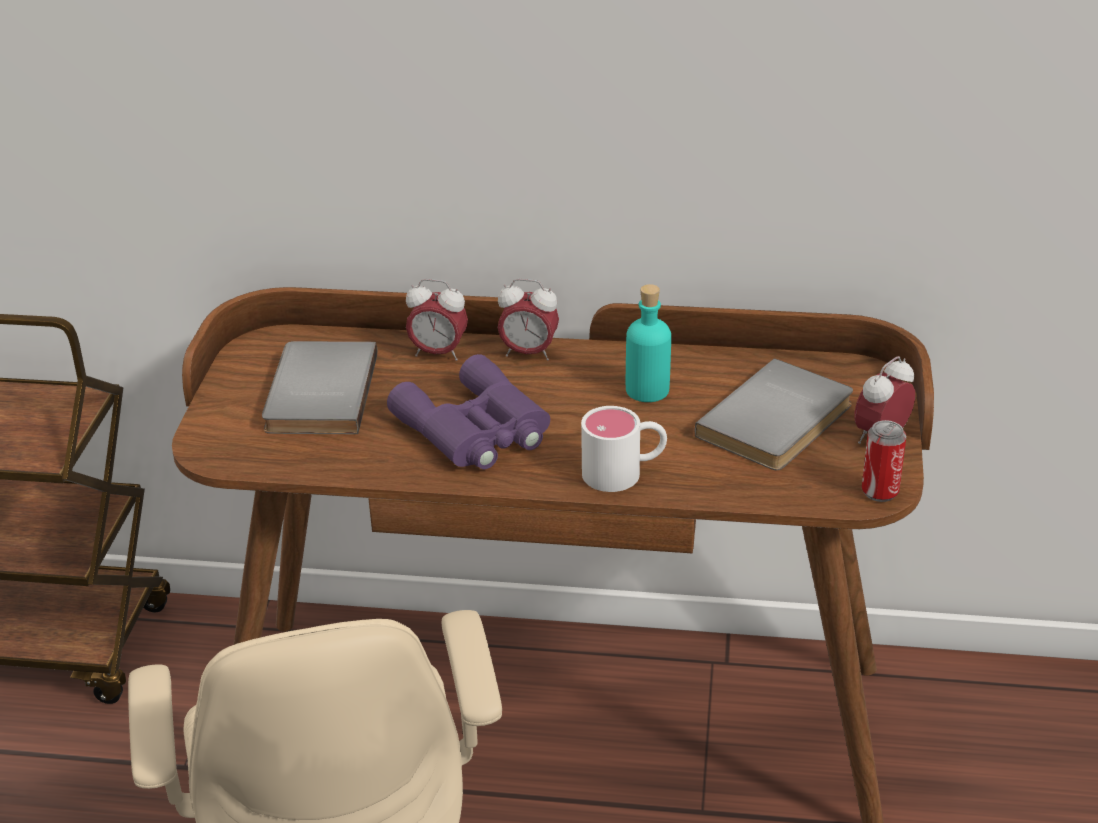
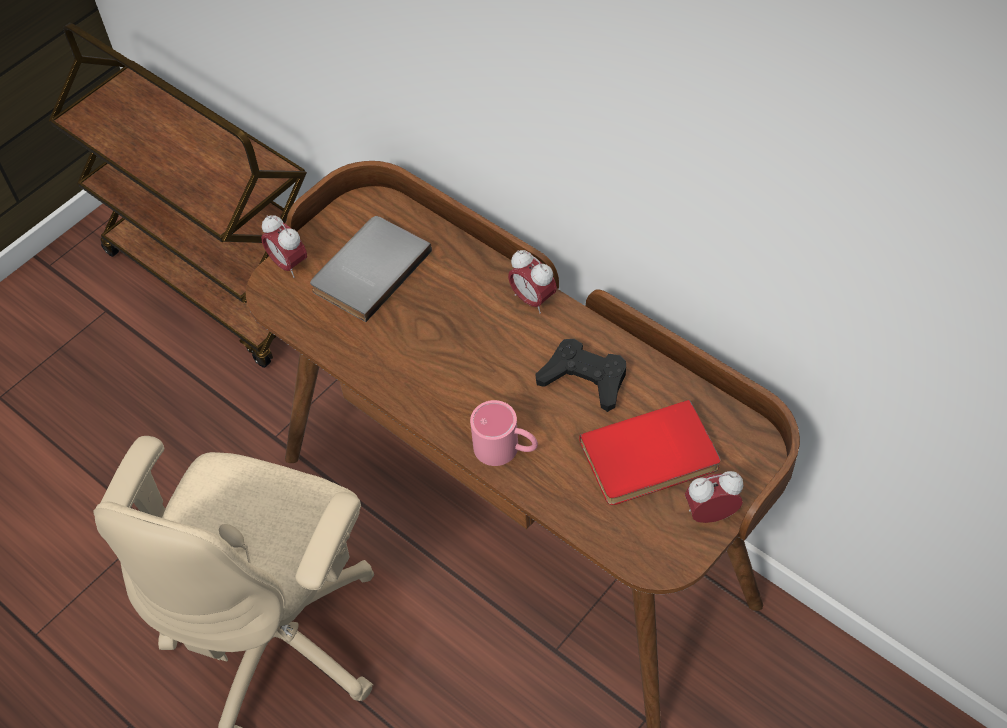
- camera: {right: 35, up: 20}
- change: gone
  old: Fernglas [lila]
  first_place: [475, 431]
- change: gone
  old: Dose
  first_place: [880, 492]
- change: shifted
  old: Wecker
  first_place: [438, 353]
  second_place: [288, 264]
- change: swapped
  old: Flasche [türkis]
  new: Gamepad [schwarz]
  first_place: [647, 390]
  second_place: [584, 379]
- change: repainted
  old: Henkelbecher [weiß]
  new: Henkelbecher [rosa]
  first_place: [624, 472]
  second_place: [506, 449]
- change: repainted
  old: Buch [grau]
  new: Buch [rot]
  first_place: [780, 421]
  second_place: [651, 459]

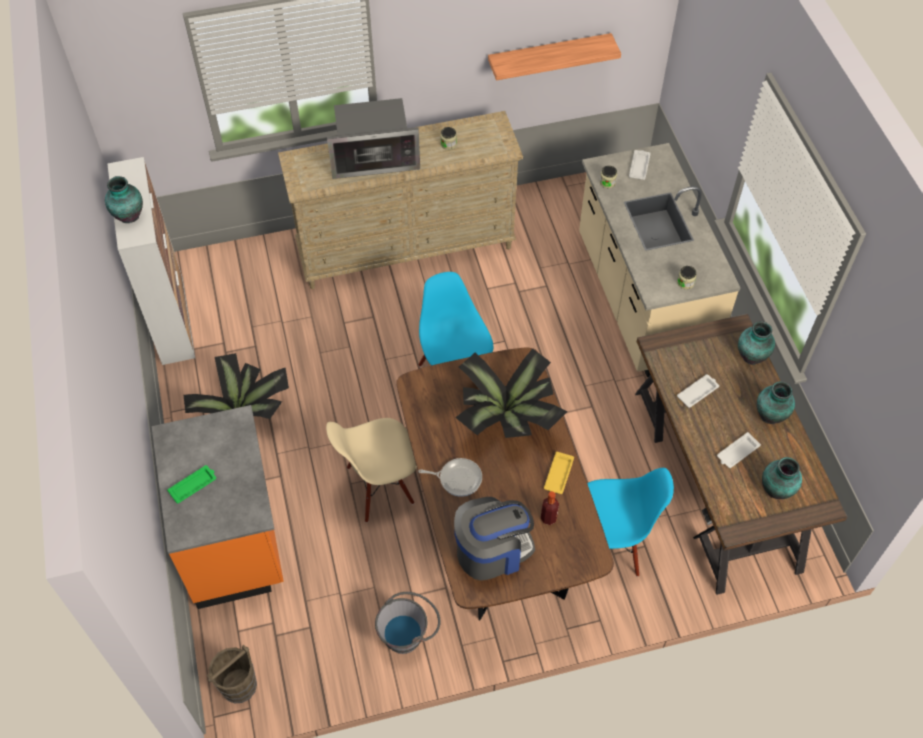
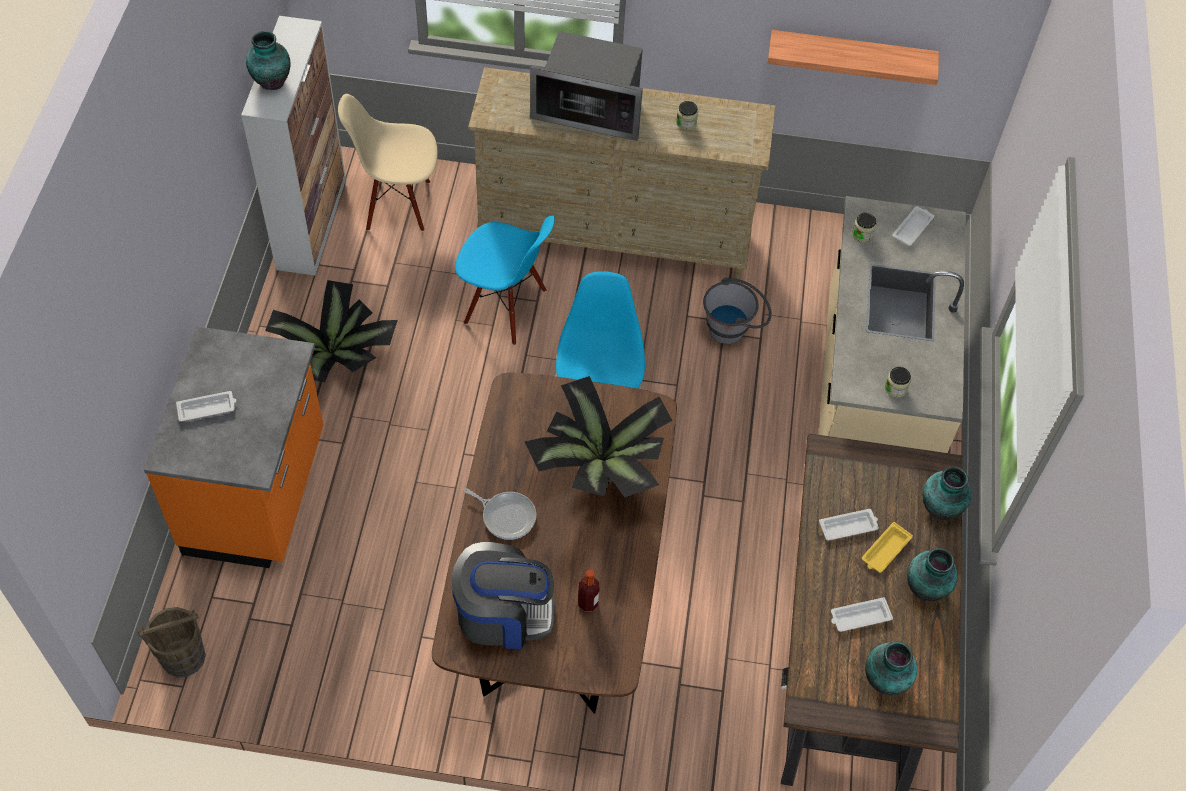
- camera: {right: 20, up: 0}
- change: shifted
  old: Stuhl [beige]
  first_place: [379, 487]
  second_place: [398, 204]
- change: shifted
  old: Eimer [grau]
  first_place: [409, 633]
  second_place: [733, 328]
- change: shifted
  old: Tablett [gelb]
  first_place: [558, 475]
  second_place: [885, 550]
- change: shifted
  old: Stuhl [blau]
  first_place: [611, 545]
  second_place: [505, 308]
- change: repainted
  old: Tablett [grün]
  new: Tablett [weiß]
  first_place: [193, 485]
  second_place: [207, 408]

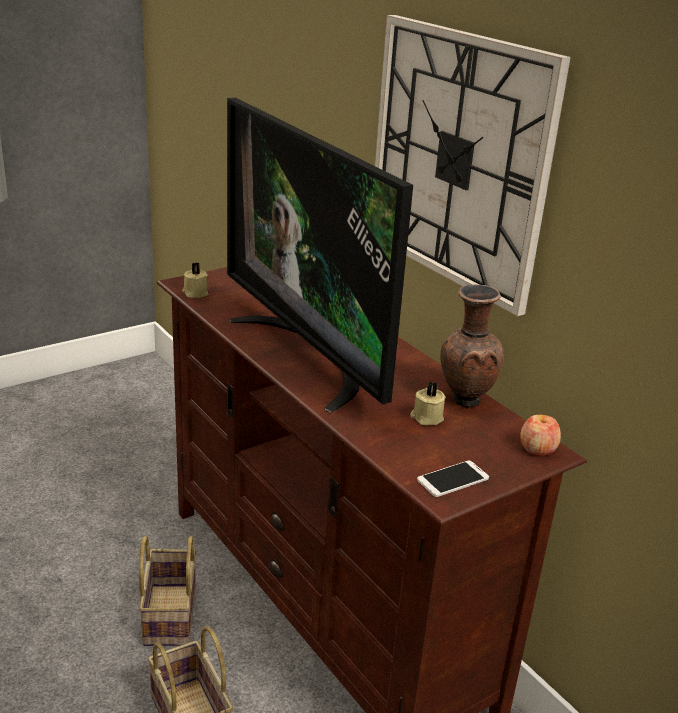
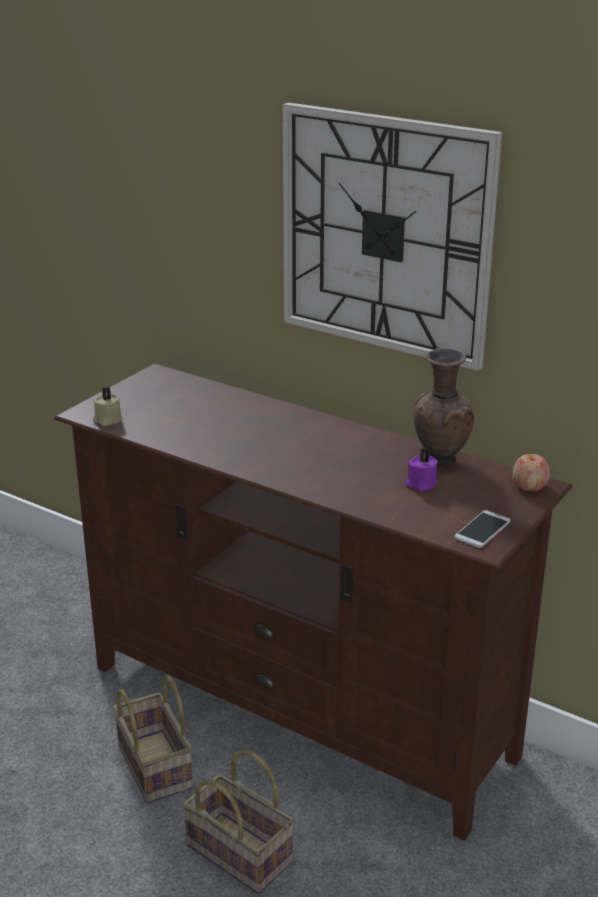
- camera: {right: -20, up: 0}
- change: gone
  old: Fernseher
  first_place: [309, 355]
- change: repainted
  old: Kerze [beige]
  new: Kerze [lila]
  first_place: [426, 418]
  second_place: [420, 484]

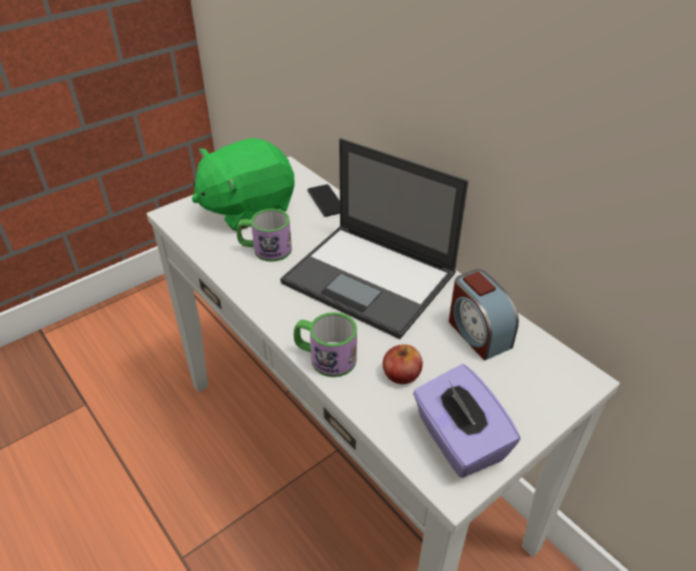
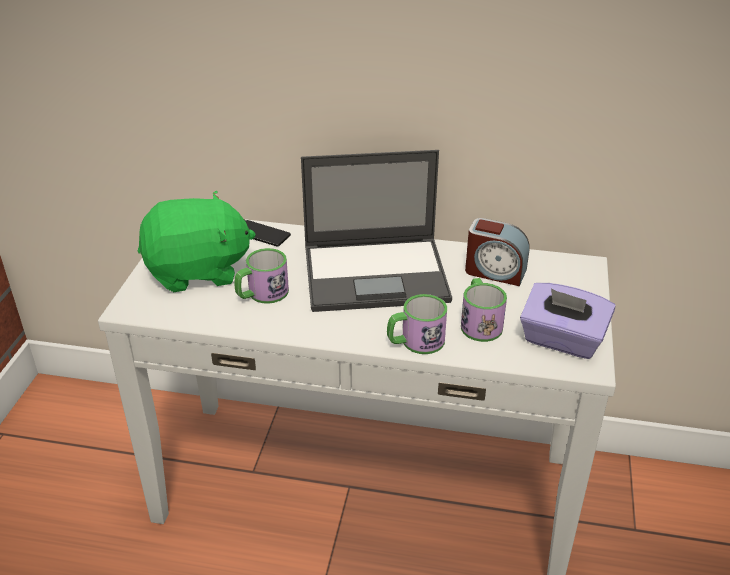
- camera: {right: -40, up: -5}
- change: swapped
  old: Apfel
  new: Henkelbecher
  first_place: [401, 373]
  second_place: [479, 322]
- change: rotated
  old: Plüschtier [grün]
  first_place: [247, 208]
  second_place: [198, 271]
  degrees: -120

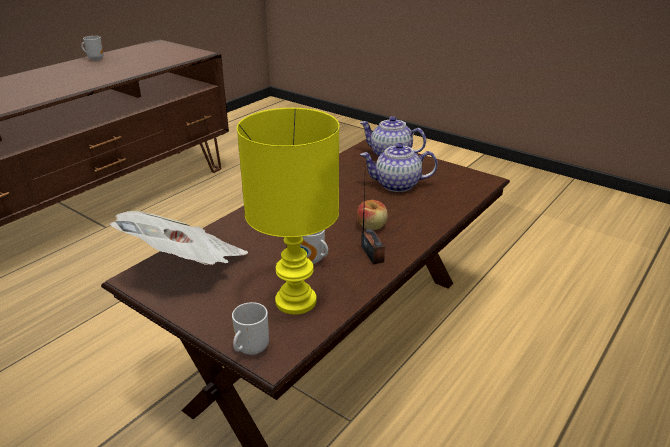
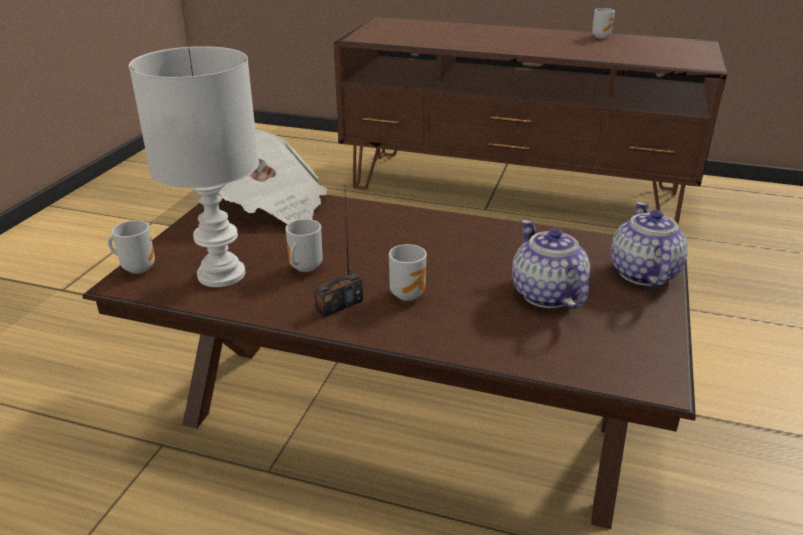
- camera: {right: 70, up: 0}
- change: swapped
  old: Apfel
  new: Henkelbecher
  first_place: [372, 226]
  second_place: [409, 293]
- change: repainted
  old: Tischlampe [gelb]
  new: Tischlampe [weiß]
  first_place: [295, 302]
  second_place: [219, 274]

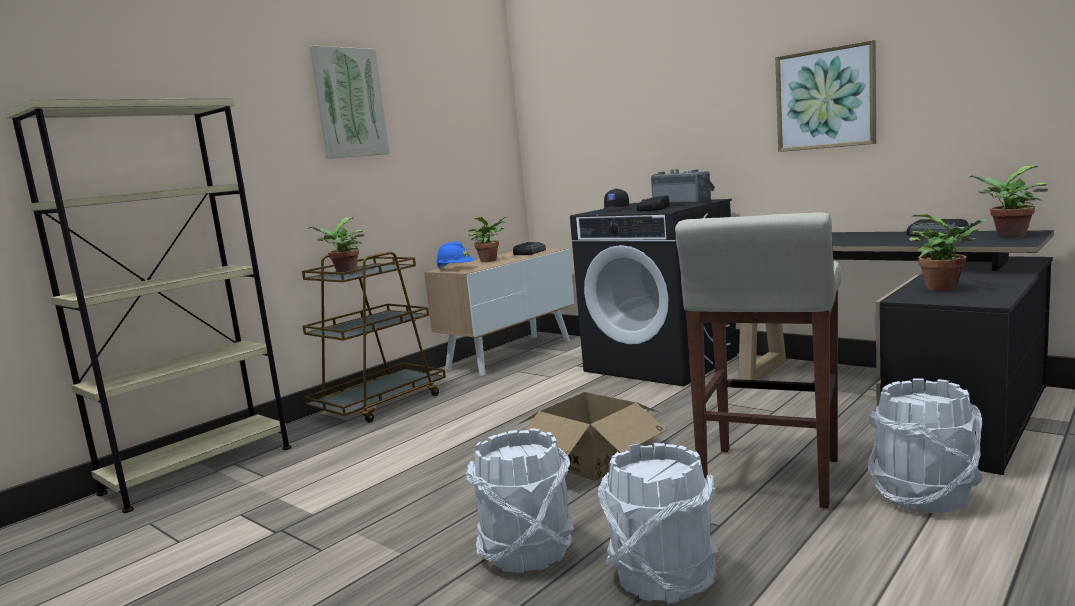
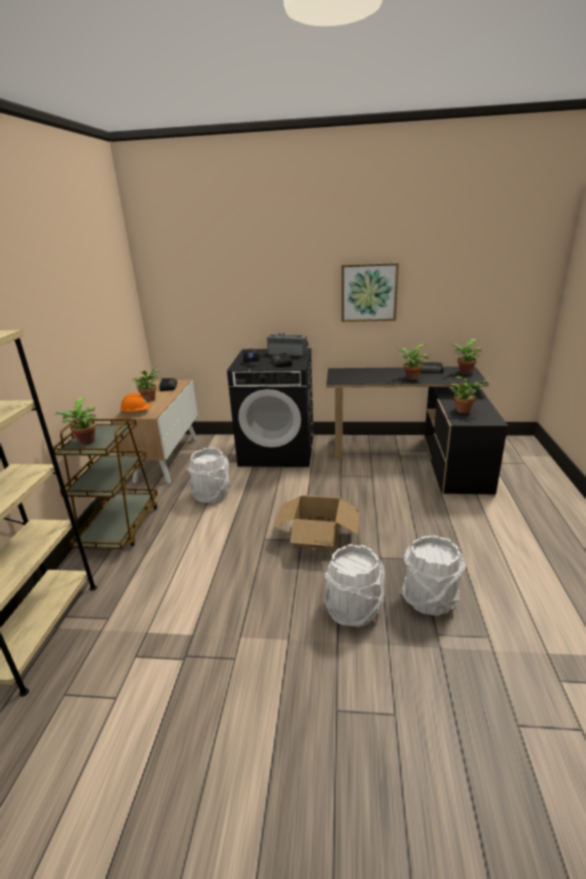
- camera: {right: -35, up: 15}
- change: gone
  old: Bild
  first_place: [349, 103]
- change: gone
  old: Hocker [beige]
  first_place: [769, 477]
- change: new
  new: Topfpflanze
  second_place: [410, 378]
- change: shifted
  old: Eimer [weiß]
  first_place: [923, 495]
  second_place: [212, 494]
- change: repainted
  old: Schutzhelm [blau]
  new: Schutzhelm [orange]
  first_place: [455, 268]
  second_place: [136, 412]

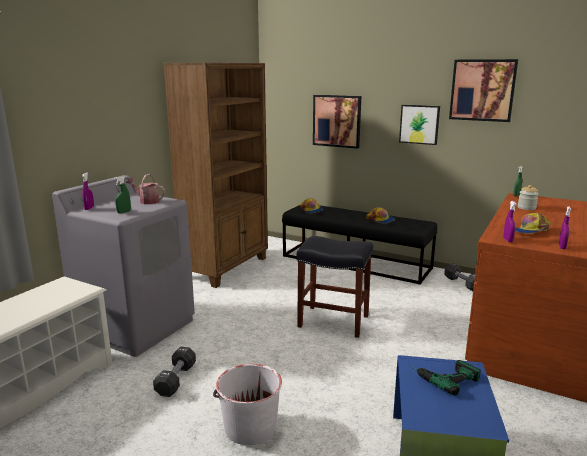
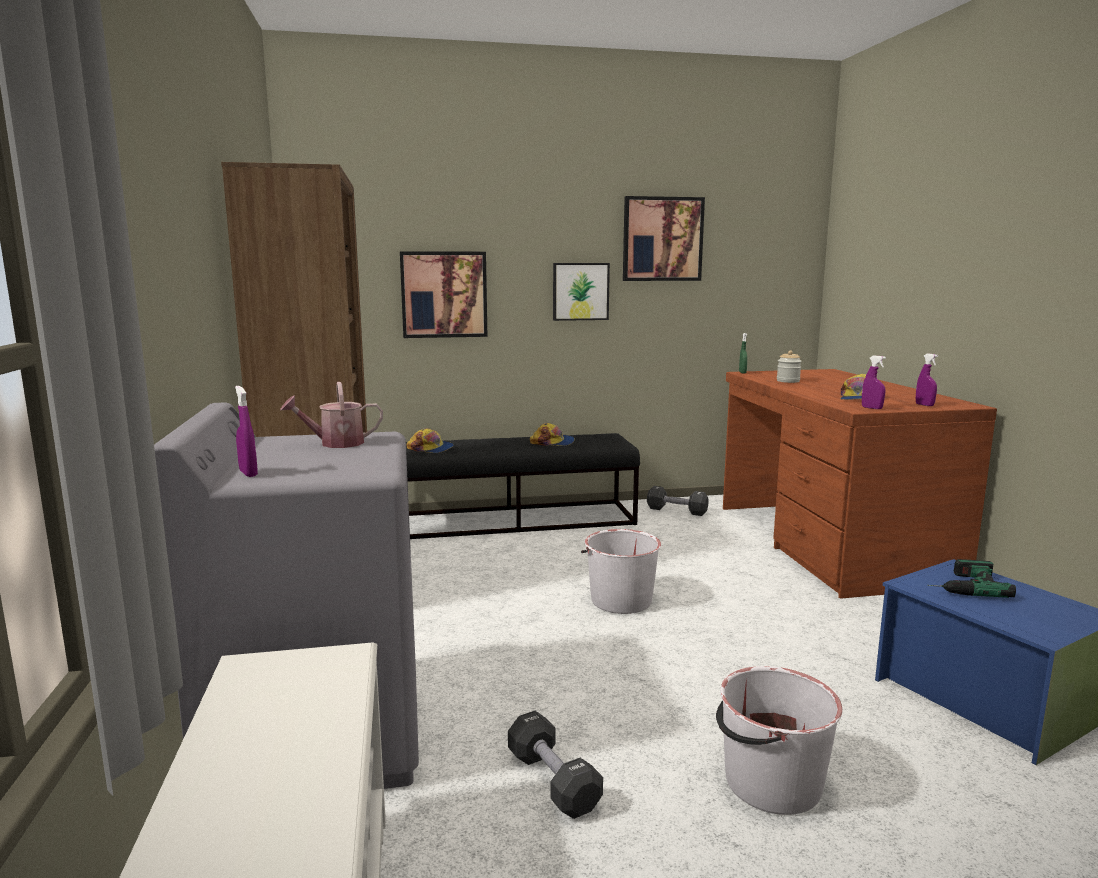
- camera: {right: -40, up: -5}
- change: gone
  old: Sprühflasche [grün]
  first_place: [124, 212]
- change: swapped
  old: Hocker [schwarz]
  new: Eimer [weiß]
  first_place: [334, 321]
  second_place: [620, 600]

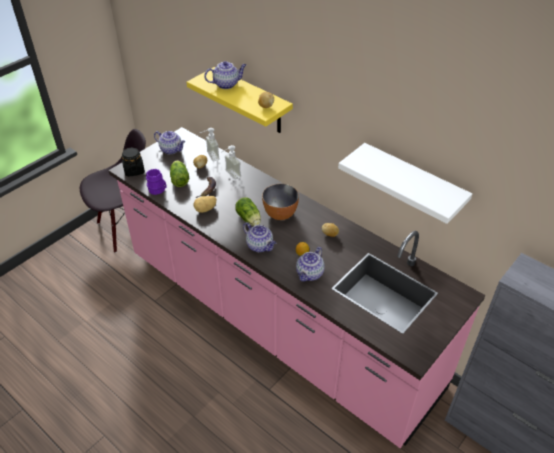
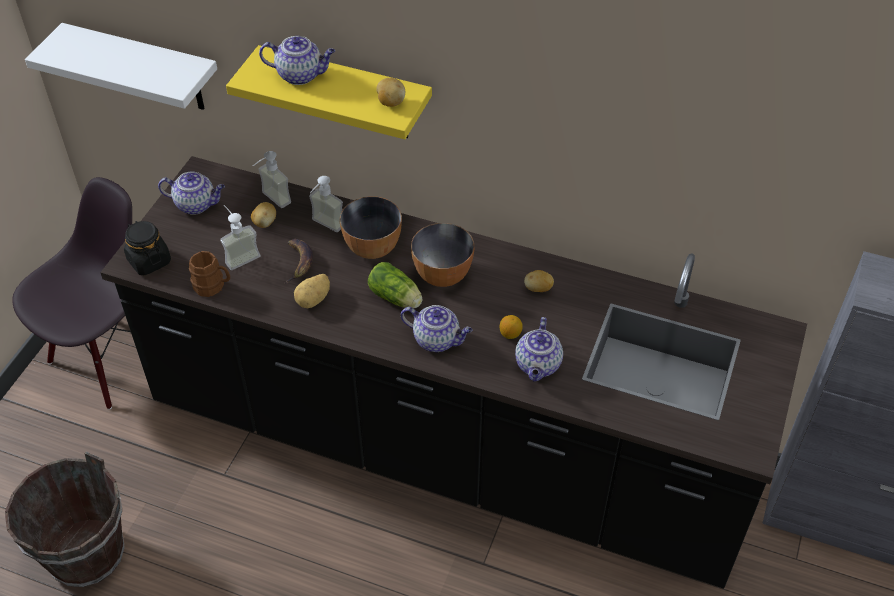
- camera: {right: -20, up: 5}
- change: new
  new: Eimer [braun]
  second_place: [86, 553]
- change: new
  new: Schüssel
  second_place: [372, 247]
- change: shifted
  old: Wandregal [weiß]
  first_place: [412, 184]
  second_place: [144, 68]
- change: swapped
  old: Salatkopf
  new: Seifenspender
  first_place: [179, 179]
  second_place: [239, 255]
- change: repainted
  old: Küchenzeile [rosa]
  new: Küchenzeile [schwarz]
  first_place: [277, 321]
  second_place: [447, 446]
- change: repainted
  old: Henkelbecher [lila]
  new: Henkelbecher [braun]
  first_place: [158, 190]
  second_place: [213, 287]
- change: rotated
  old: Teekanne
  first_place: [226, 84]
  second_place: [301, 75]
  degrees: 45

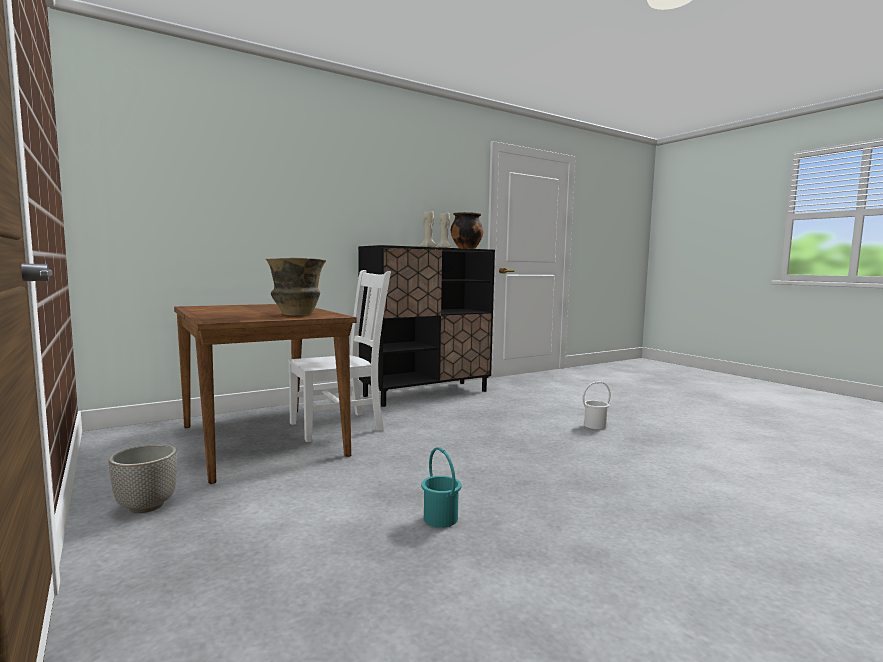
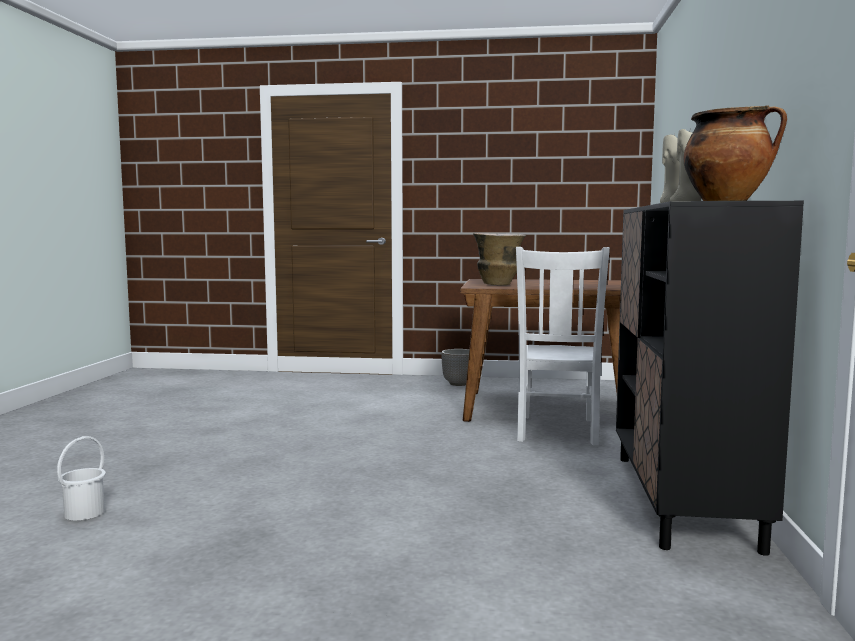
- camera: {right: 130, up: 0}
- change: gone
  old: Eimer [türkis]
  first_place: [440, 519]
- change: shifted
  old: Eimer [weiß]
  first_place: [594, 425]
  second_place: [85, 513]

